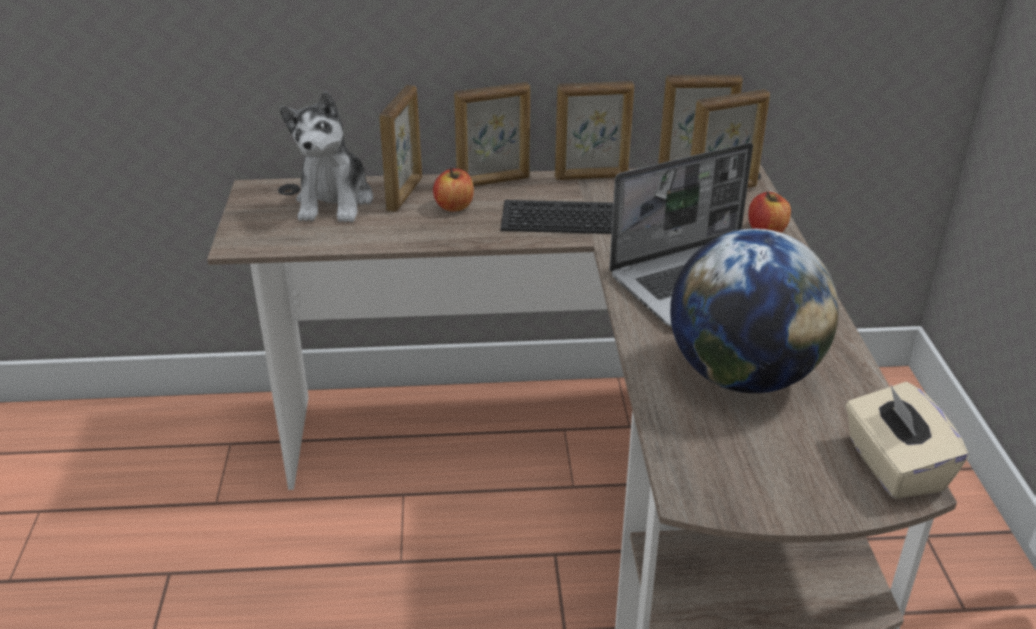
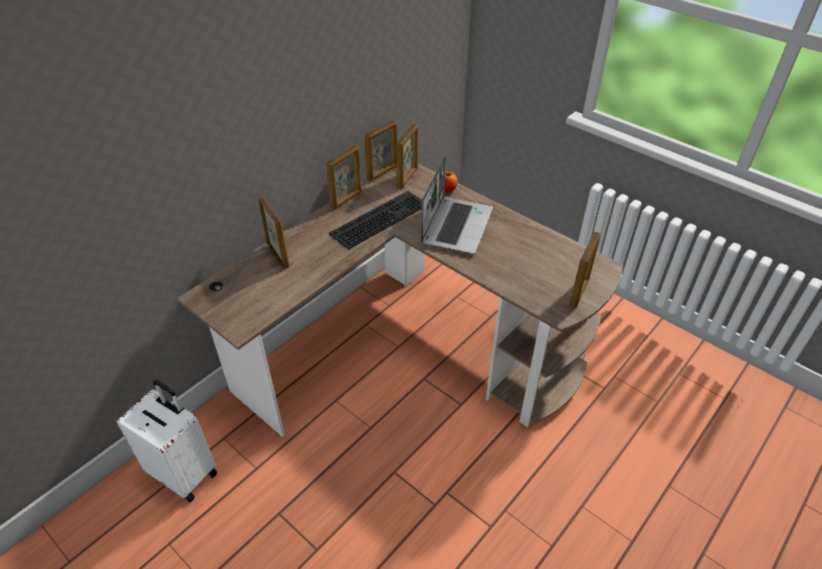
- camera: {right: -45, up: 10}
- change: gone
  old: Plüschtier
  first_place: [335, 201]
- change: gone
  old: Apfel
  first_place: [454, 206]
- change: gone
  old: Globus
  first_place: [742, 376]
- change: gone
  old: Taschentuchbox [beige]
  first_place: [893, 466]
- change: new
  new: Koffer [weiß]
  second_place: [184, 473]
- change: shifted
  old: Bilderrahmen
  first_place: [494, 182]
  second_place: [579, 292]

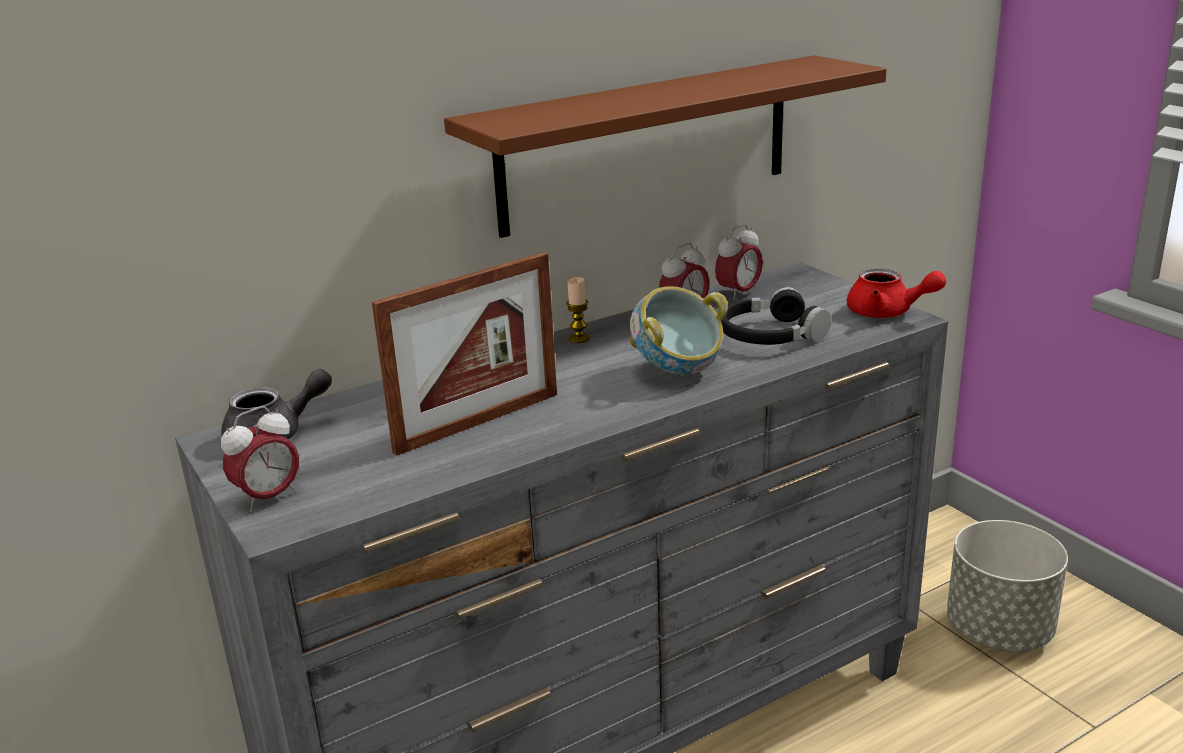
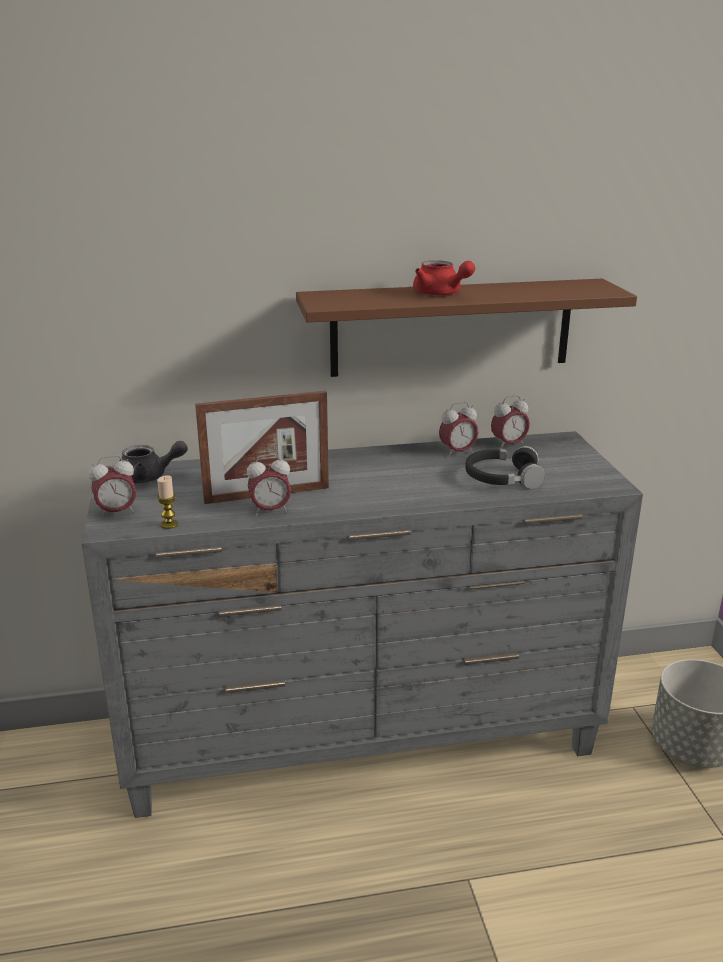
- camera: {right: 20, up: 0}
- change: gone
  old: Schüssel
  first_place: [677, 372]
- change: new
  new: Wecker
  second_place: [270, 510]
- change: shifted
  old: Kerze
  first_place: [579, 339]
  second_place: [169, 524]
- change: shifted
  old: Teekanne [rot]
  first_place: [887, 313]
  second_place: [440, 294]

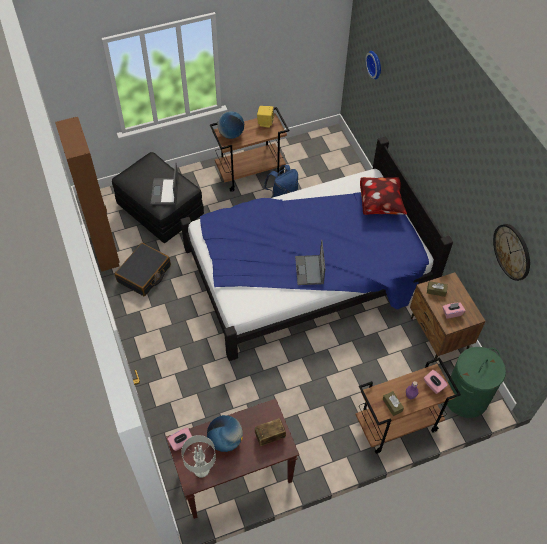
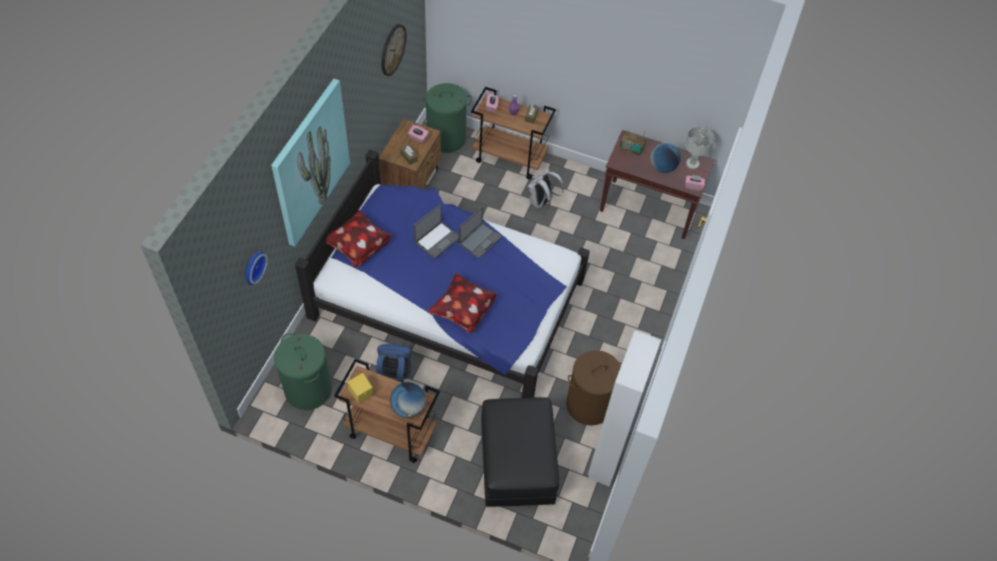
- camera: {right: -140, up: 0}
- change: new
  new: Bild
  second_place: [309, 162]
- change: new
  new: Wäschekorb [grün]
  second_place: [308, 389]
- change: new
  new: Kissen
  second_place: [462, 311]
- change: new
  new: Rucksack [weiß]
  second_place: [541, 202]
- change: shifted
  old: Laptop
  first_place: [165, 192]
  second_place: [436, 240]
- change: swapped
  old: Koffer [schwarz]
  new: Wäschekorb [braun]
  first_place: [144, 274]
  second_place: [589, 405]
- change: repainted
  old: Kleiderschrank [braun]
  new: Kleiderschrank [weiß]
  first_place: [105, 251]
  second_place: [606, 458]

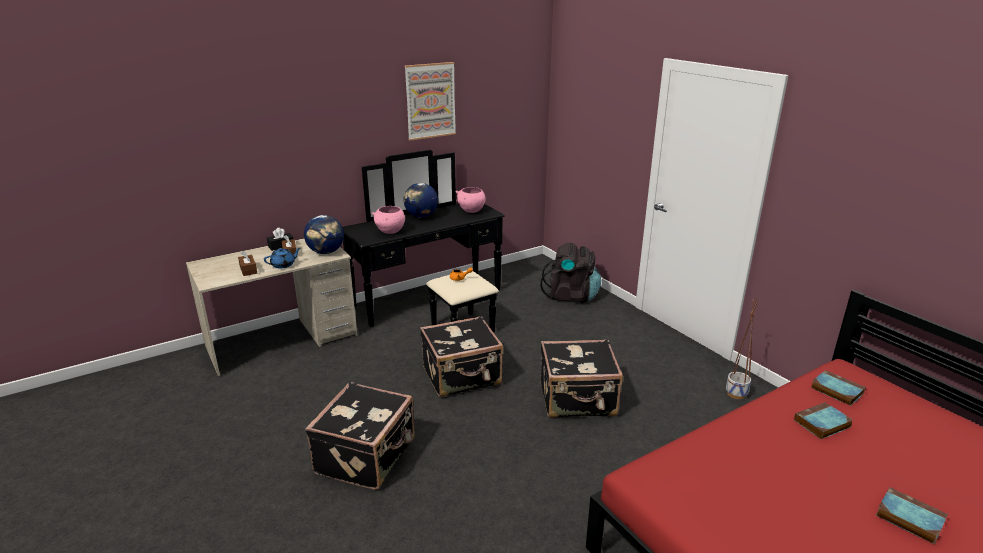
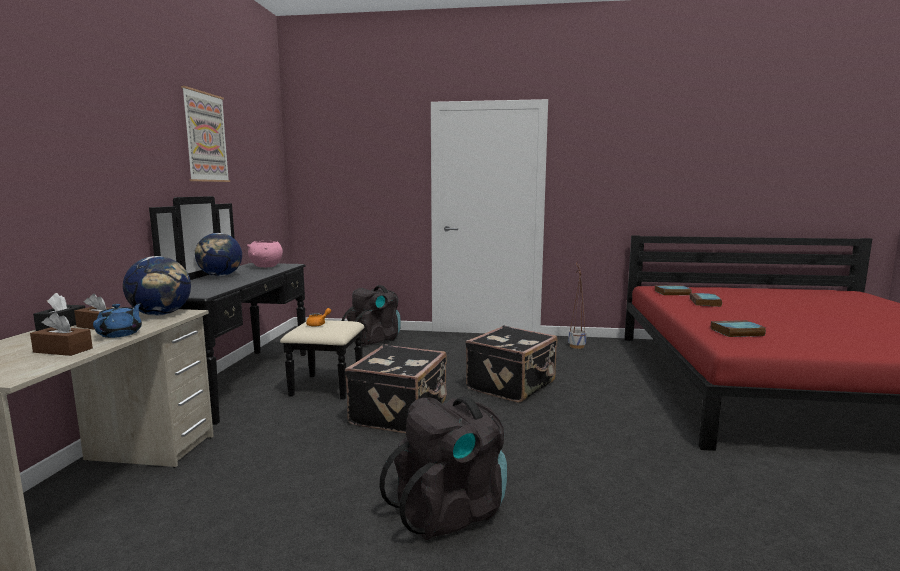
- camera: {right: -50, up: -15}
- change: gone
  old: Schüssel [rosa]
  first_place: [390, 231]
- change: shifted
  old: Buch
  first_place: [908, 518]
  second_place: [736, 332]
- change: swapped
  old: Koffer [schwarz]
  new: Rucksack [schwarz]
  first_place: [367, 456]
  second_place: [450, 510]

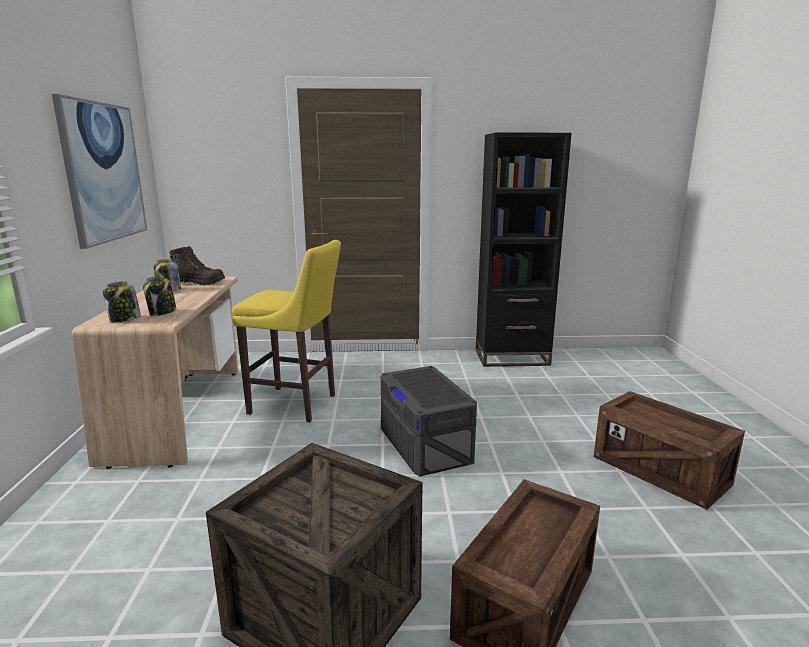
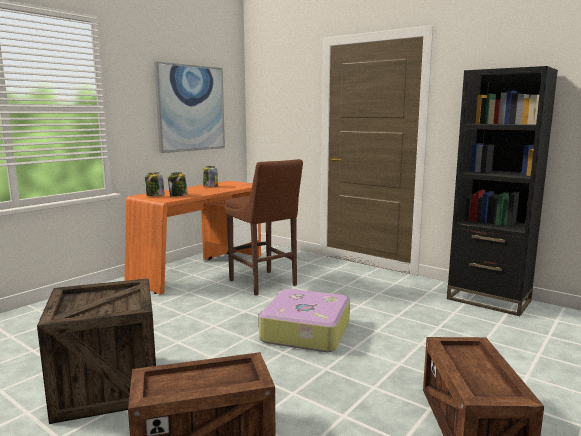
- camera: {right: 40, up: -5}
- change: gone
  old: Stiefel [braun]
  first_place: [199, 283]
- change: swapped
  old: Aufbewahrungsbox [grau]
  new: Koffer
  first_place: [425, 443]
  second_place: [304, 331]
- change: repainted
  old: Schreibtisch [beige]
  new: Schreibtisch [orange]
  first_place: [182, 412]
  second_place: [201, 269]
- change: repainted
  old: Hocker [gelb]
  new: Hocker [braun]
  first_place: [296, 405]
  second_place: [264, 284]

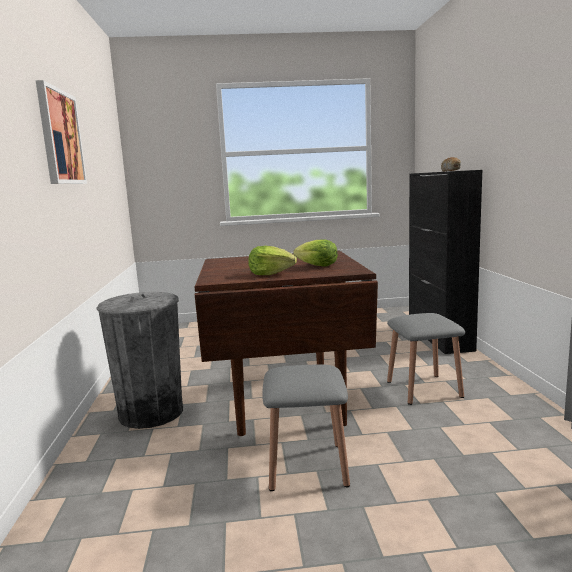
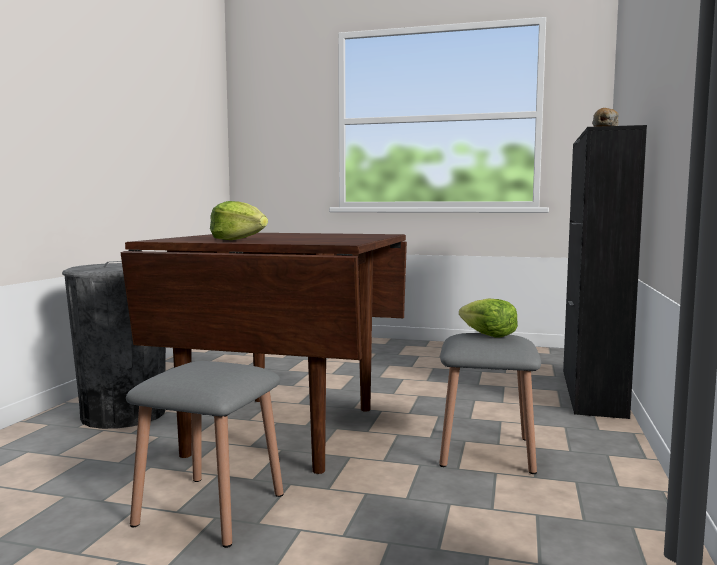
- camera: {right: 20, up: -5}
- change: gone
  old: Bild
  first_place: [60, 137]
- change: shifted
  old: Salatkopf
  first_place: [317, 266]
  second_place: [488, 335]

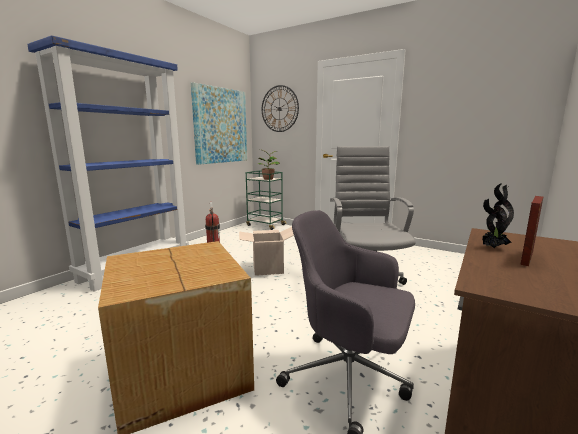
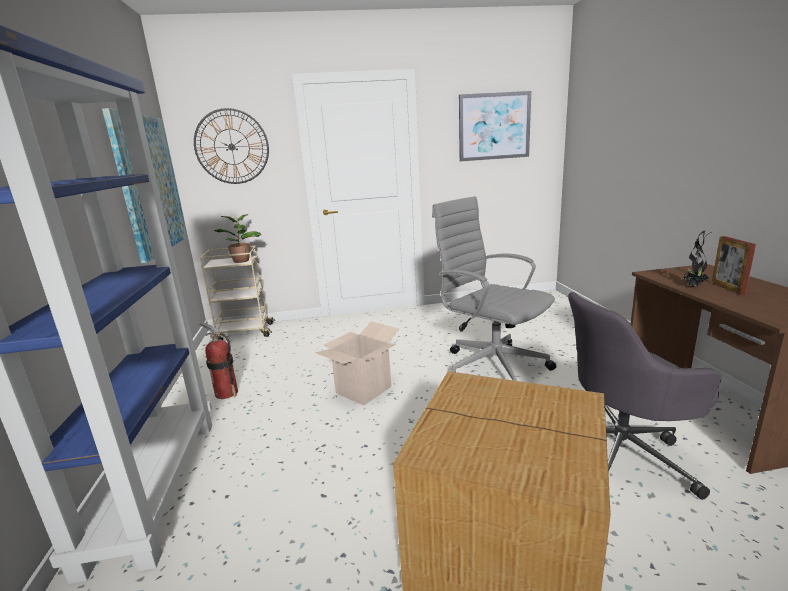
- camera: {right: -40, up: 5}
- change: new
  new: Bild
  second_place: [494, 126]
- change: repainted
  old: Rollwagen [grün]
  new: Rollwagen [beige]
  first_place: [265, 225]
  second_place: [244, 333]

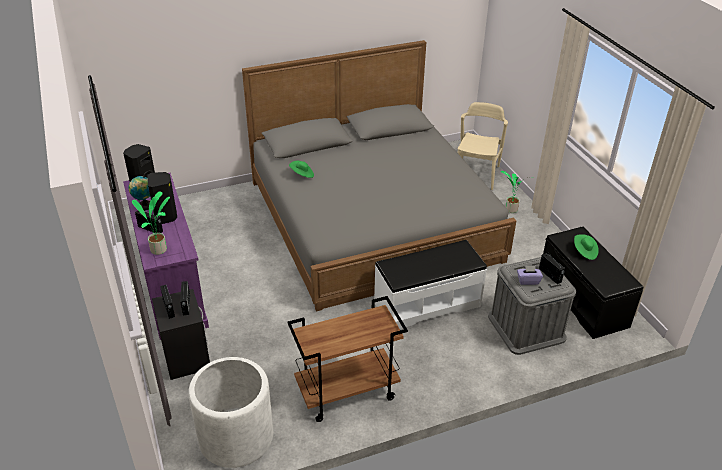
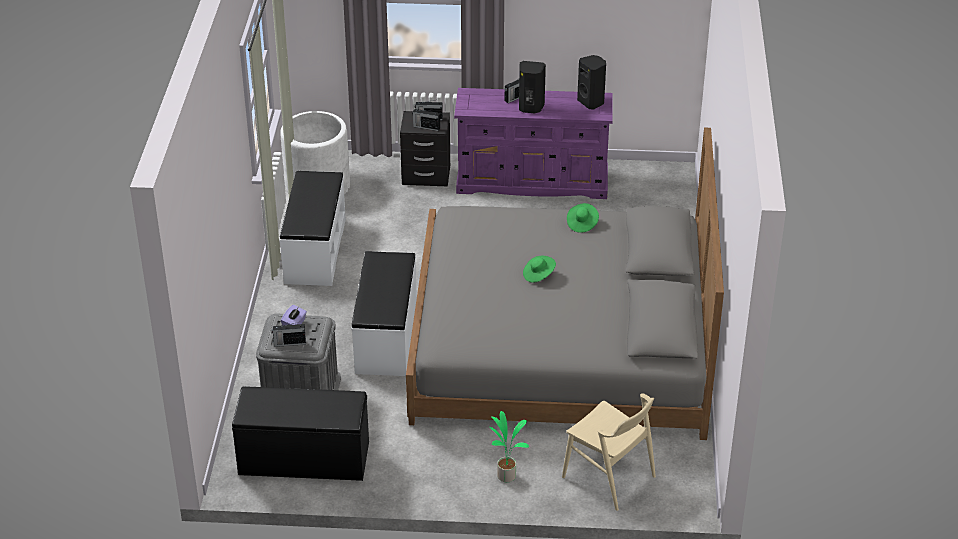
- camera: {right: 115, up: 0}
- change: gone
  old: Globus
  first_place: [144, 206]
- change: gone
  old: Topfpflanze
  first_place: [160, 250]
- change: shifted
  old: Hut [grün]
  first_place: [584, 252]
  second_place: [538, 275]
- change: swapped
  old: Rollwagen [braun]
  new: Bank [weiß]
  first_place: [346, 393]
  second_place: [314, 251]

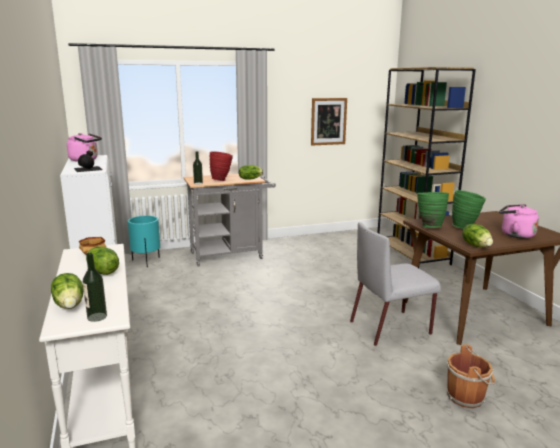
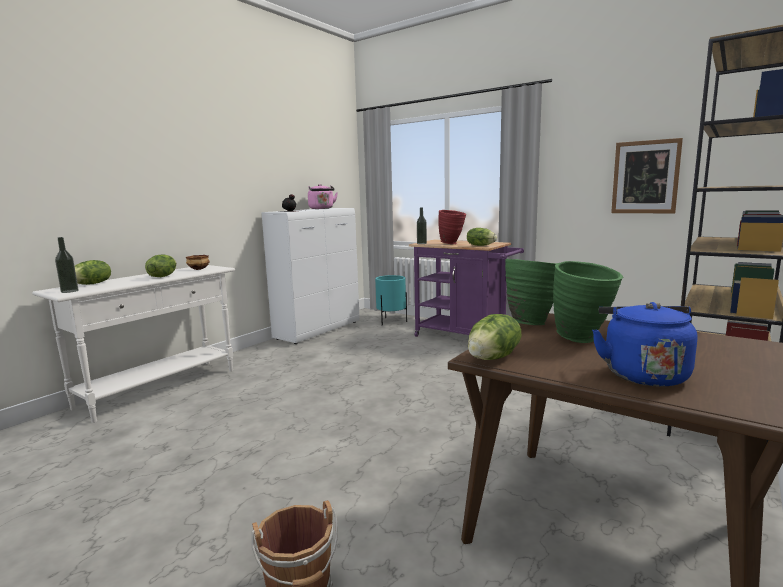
- camera: {right: 55, up: -5}
- change: gone
  old: Stuhl [grau]
  first_place: [391, 327]
- change: repainted
  old: Rollwagen [grau]
  new: Rollwagen [lila]
  first_place: [231, 255]
  second_place: [465, 337]
- change: repainted
  old: Wasserkessel [rosa]
  new: Wasserkessel [blau]
  first_place: [515, 235]
  second_place: [642, 374]

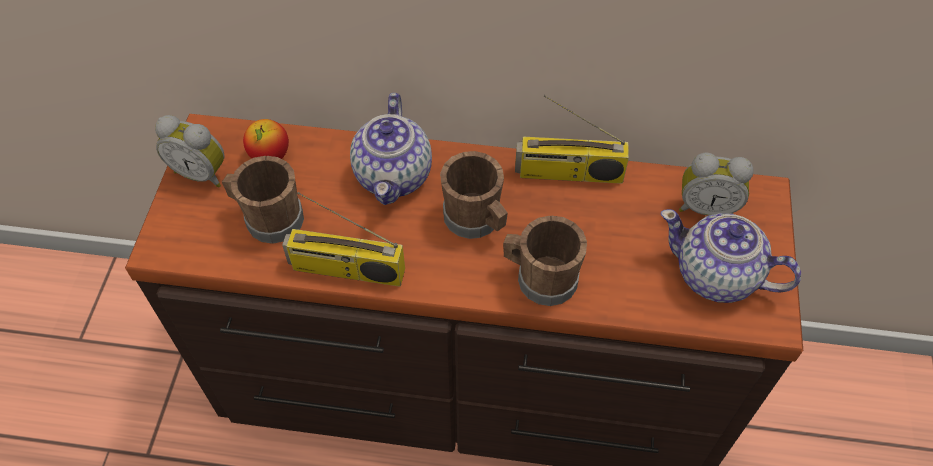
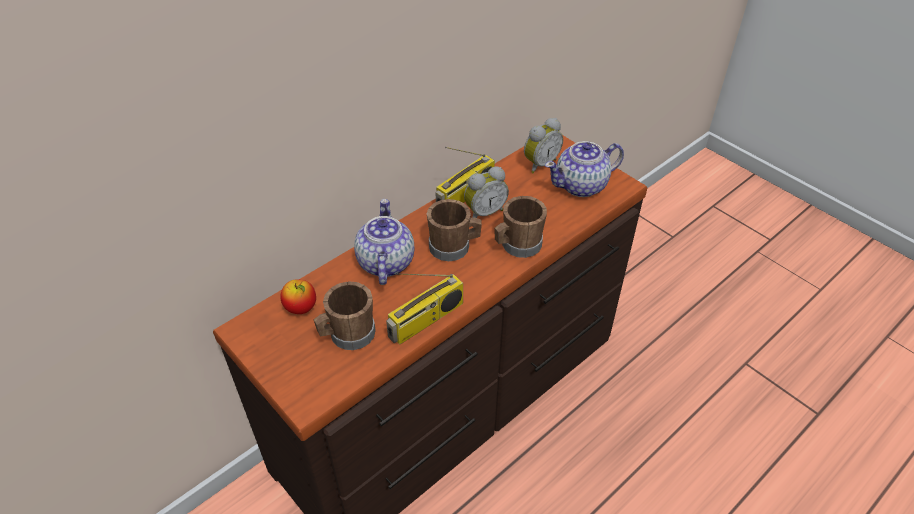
- camera: {right: -50, up: -10}
- change: shifted
  old: Wecker
  first_place: [202, 172]
  second_place: [484, 212]
- change: rotated
  old: Teekanne
  first_place: [394, 176]
  second_place: [385, 262]
  degrees: -135

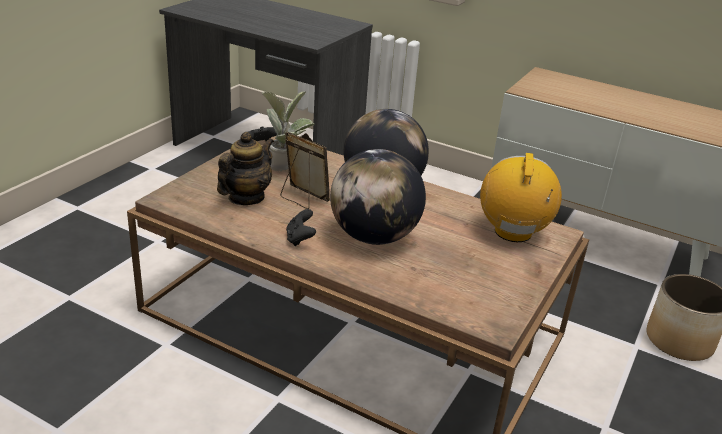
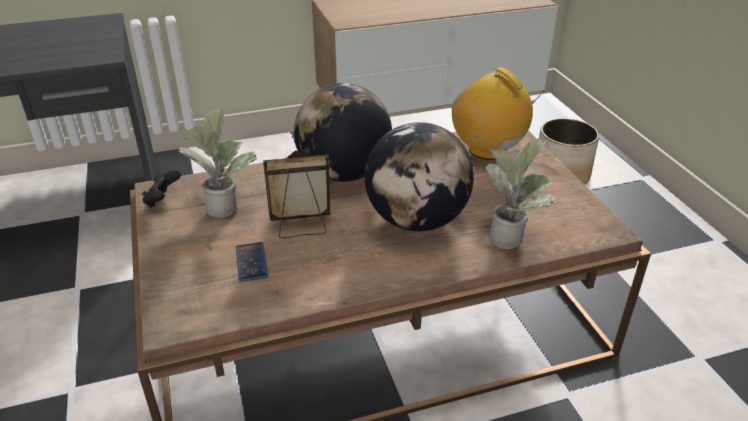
- camera: {right: -45, up: 5}
- change: gone
  old: Gamepad [schwarz]
  first_place: [300, 239]
- change: new
  new: Topfpflanze
  second_place: [511, 236]
- change: swapped
  old: Teekanne
  new: Handy
  first_place: [246, 198]
  second_place: [251, 262]

